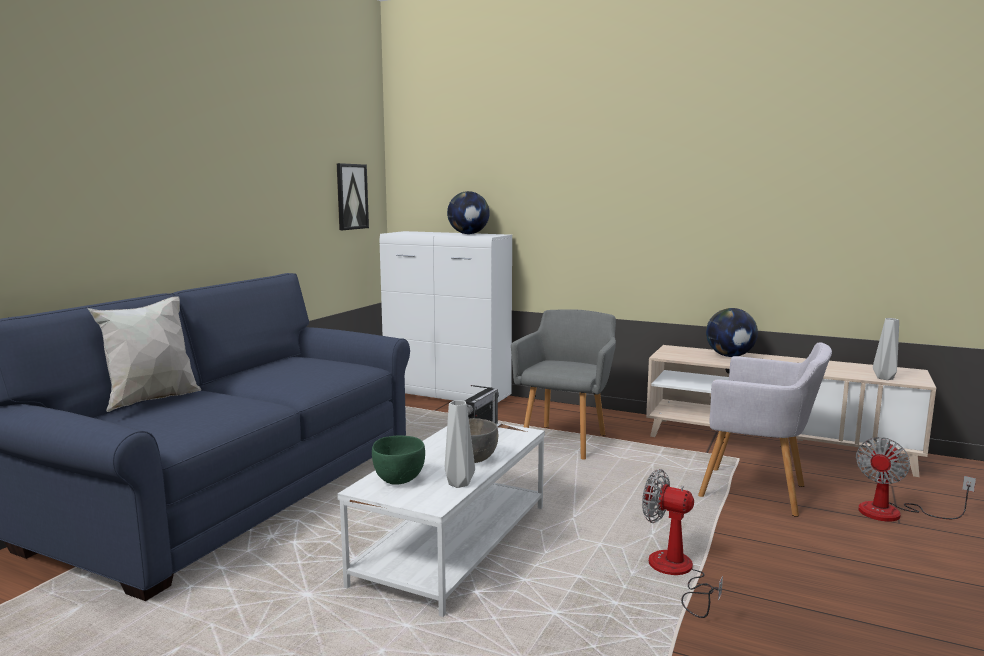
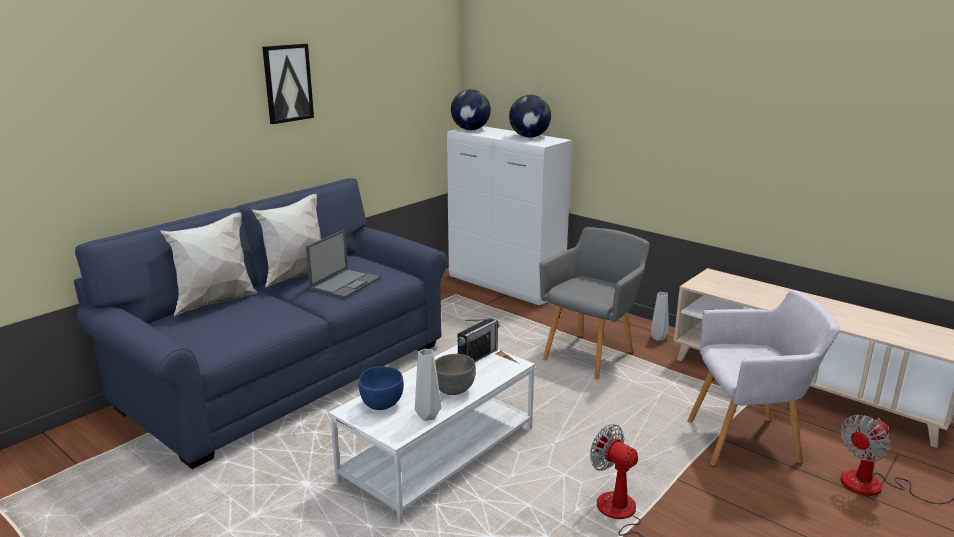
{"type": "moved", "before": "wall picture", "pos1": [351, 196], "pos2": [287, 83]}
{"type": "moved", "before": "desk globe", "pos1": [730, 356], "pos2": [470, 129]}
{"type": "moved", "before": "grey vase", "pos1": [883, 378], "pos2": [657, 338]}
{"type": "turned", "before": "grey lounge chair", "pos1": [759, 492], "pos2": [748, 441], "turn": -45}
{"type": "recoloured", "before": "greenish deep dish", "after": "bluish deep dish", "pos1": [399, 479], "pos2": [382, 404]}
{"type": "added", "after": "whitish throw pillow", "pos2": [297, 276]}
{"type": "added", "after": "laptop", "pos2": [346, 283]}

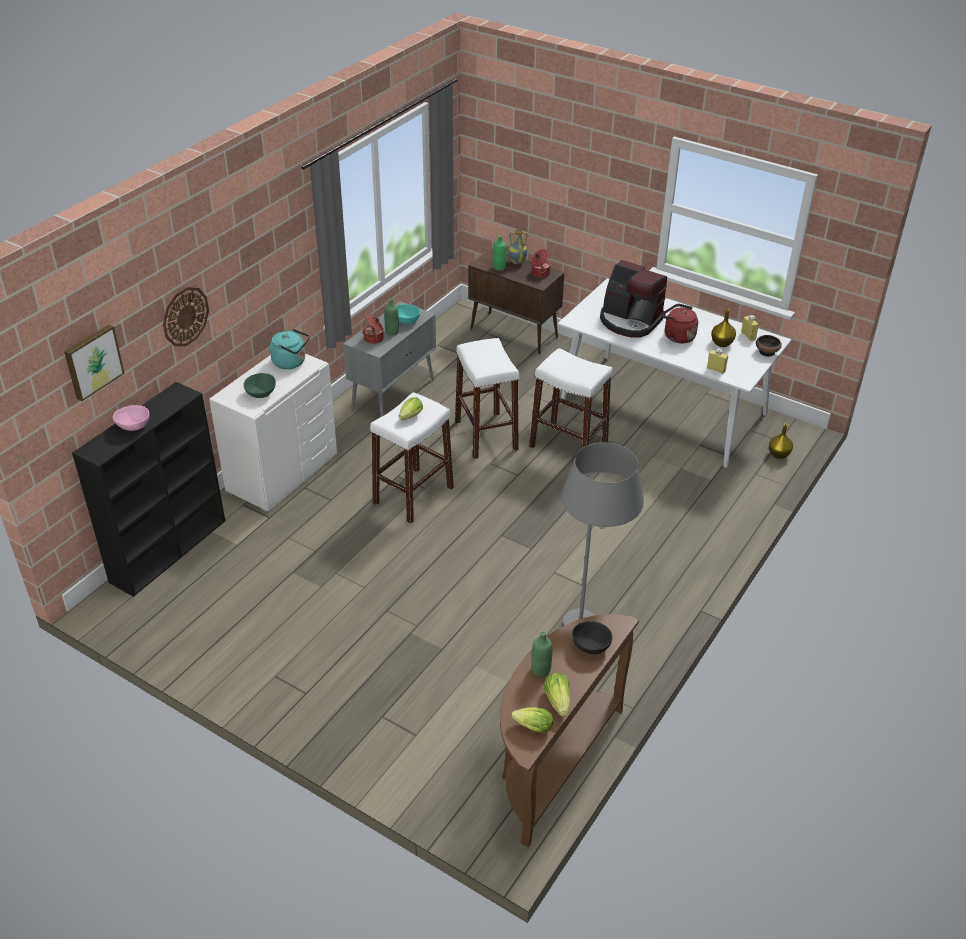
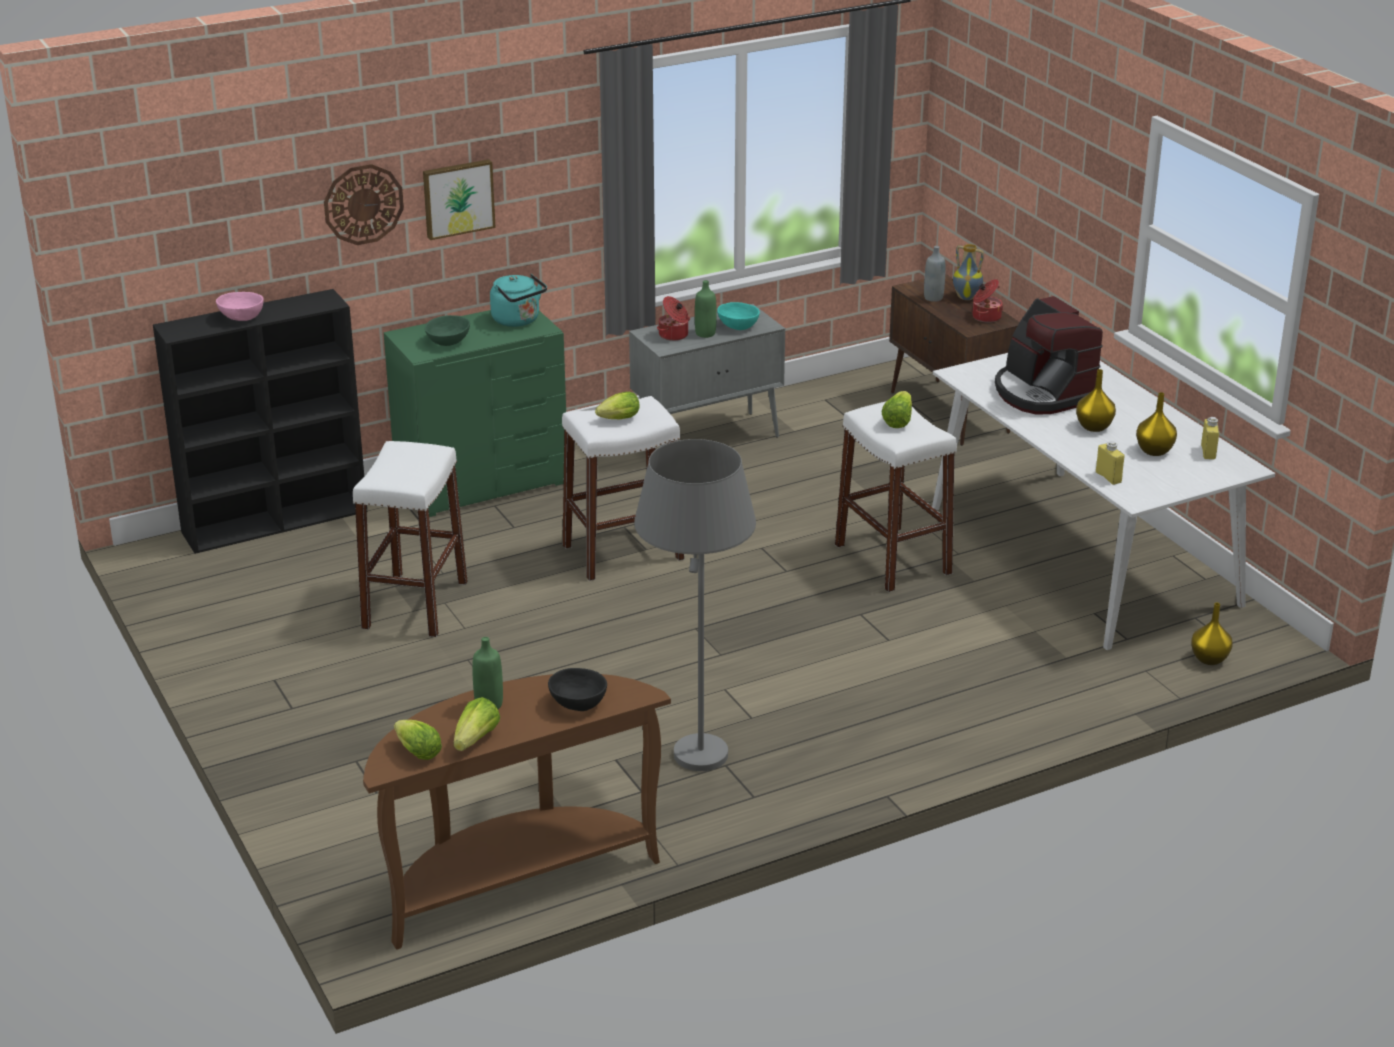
{"type": "recoloured", "before": "greenish bottle", "after": "grey bottle", "pos1": [499, 267], "pos2": [933, 298]}
{"type": "replaced", "before": "red-coloured tea kettle", "after": "yellowish vase", "pos1": [677, 336], "pos2": [1094, 426]}
{"type": "moved", "before": "wall picture", "pos1": [92, 361], "pos2": [458, 198]}
{"type": "removed", "before": "deep dish", "pos1": [767, 352]}
{"type": "moved", "before": "whitish stool", "pos1": [486, 435], "pos2": [415, 604]}
{"type": "recoloured", "before": "whitish drawer chest", "after": "greenish drawer chest", "pos1": [281, 473], "pos2": [481, 483]}
{"type": "added", "after": "lettuce head", "pos2": [898, 420]}

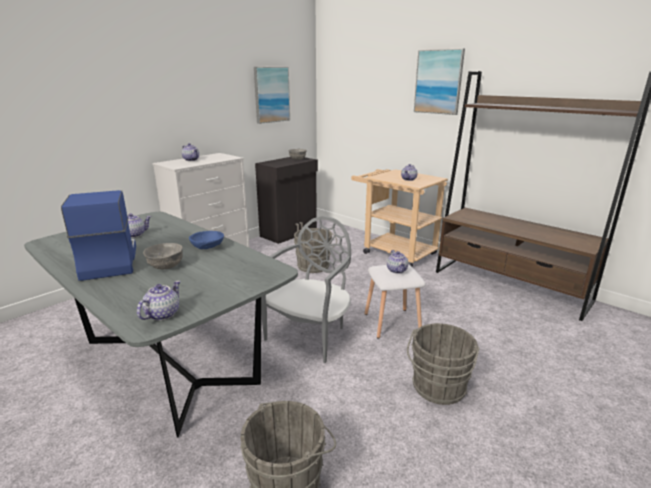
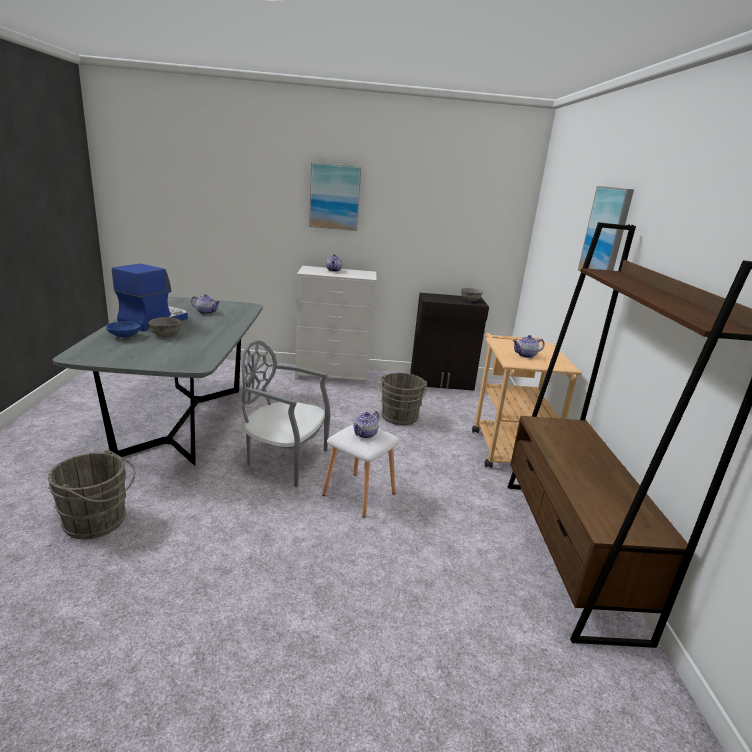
{"type": "moved", "before": "wall picture", "pos1": [271, 94], "pos2": [334, 197]}
{"type": "turned", "before": "grey upright chair", "pos1": [310, 335], "pos2": [284, 460], "turn": -150}
{"type": "moved", "before": "bluish deep dish", "pos1": [208, 247], "pos2": [124, 336]}
{"type": "removed", "before": "pot for tea", "pos1": [162, 314]}
{"type": "removed", "before": "grey water bucket", "pos1": [438, 389]}

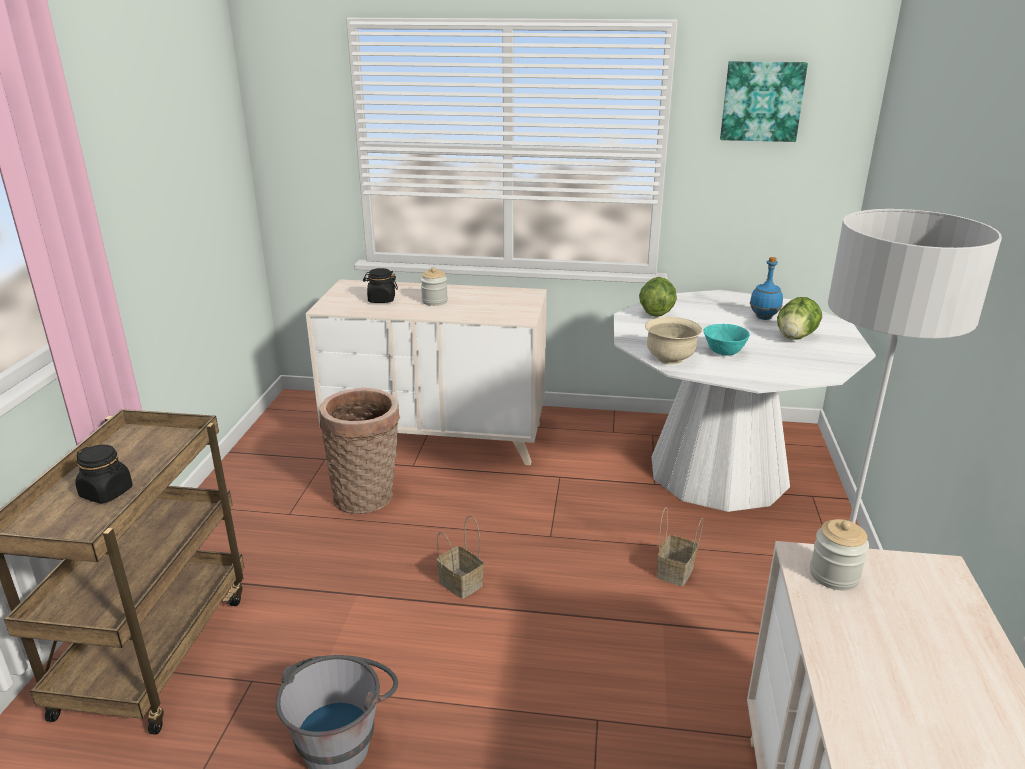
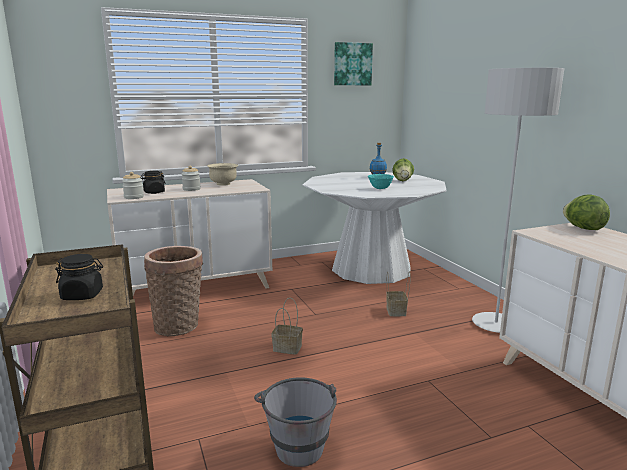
{"type": "moved", "before": "lettuce head", "pos1": [656, 313], "pos2": [583, 228]}
{"type": "moved", "before": "beige deep dish", "pos1": [670, 359], "pos2": [223, 184]}
{"type": "moved", "before": "preserve jar", "pos1": [834, 575], "pos2": [134, 197]}

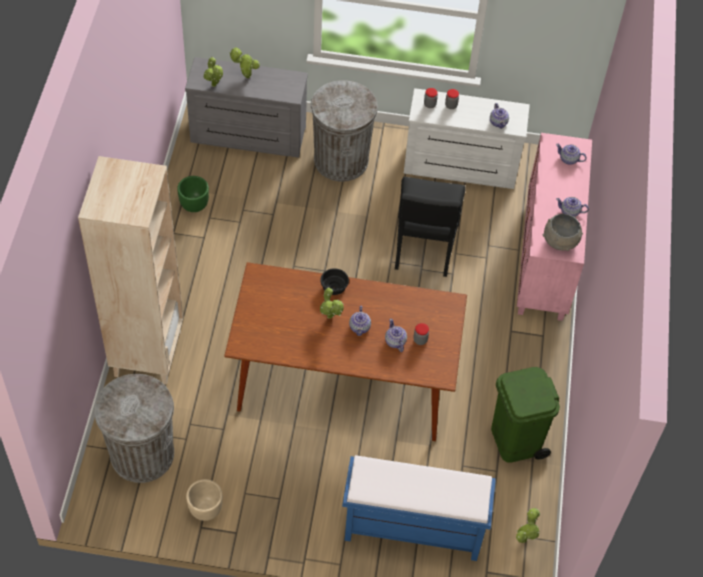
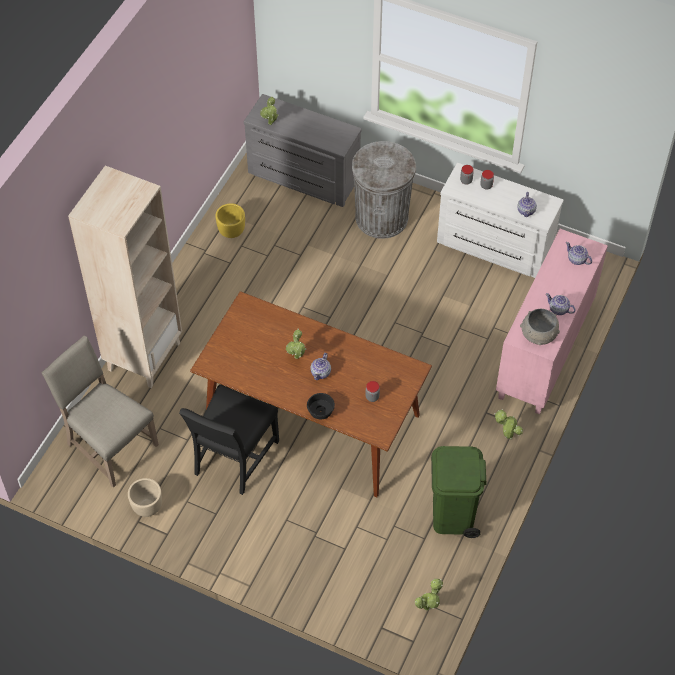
{"type": "moved", "before": "plant in a pot", "pos1": [245, 76], "pos2": [507, 436]}
{"type": "recoloured", "before": "greenish plant pot", "after": "yellowish plant pot", "pos1": [194, 205], "pos2": [231, 231]}
{"type": "moved", "before": "black upright chair", "pos1": [424, 248], "pos2": [233, 458]}
{"type": "moved", "before": "black deep dish", "pos1": [334, 286], "pos2": [321, 410]}
{"type": "removed", "before": "pot for tea", "pos1": [395, 341]}
{"type": "replaced", "before": "grey waste bin", "after": "beige upright chair", "pos1": [142, 454], "pos2": [109, 444]}
{"type": "removed", "before": "bluish bench", "pos1": [411, 529]}

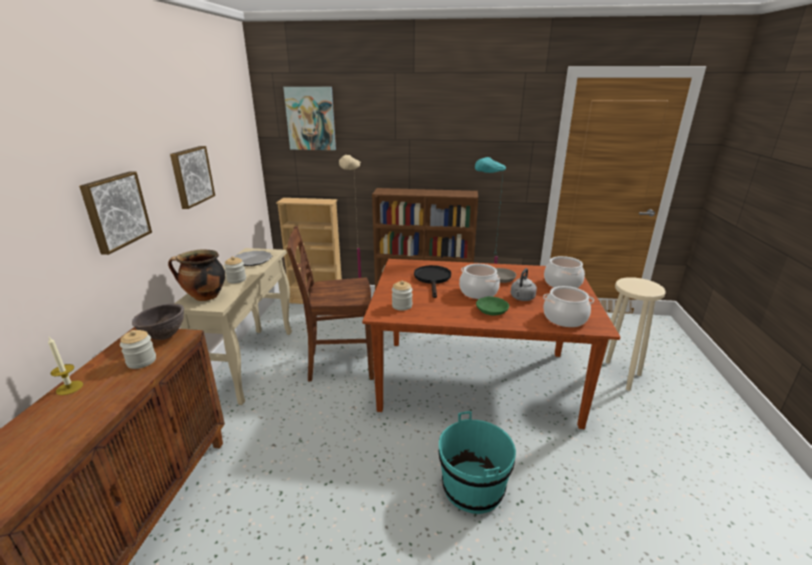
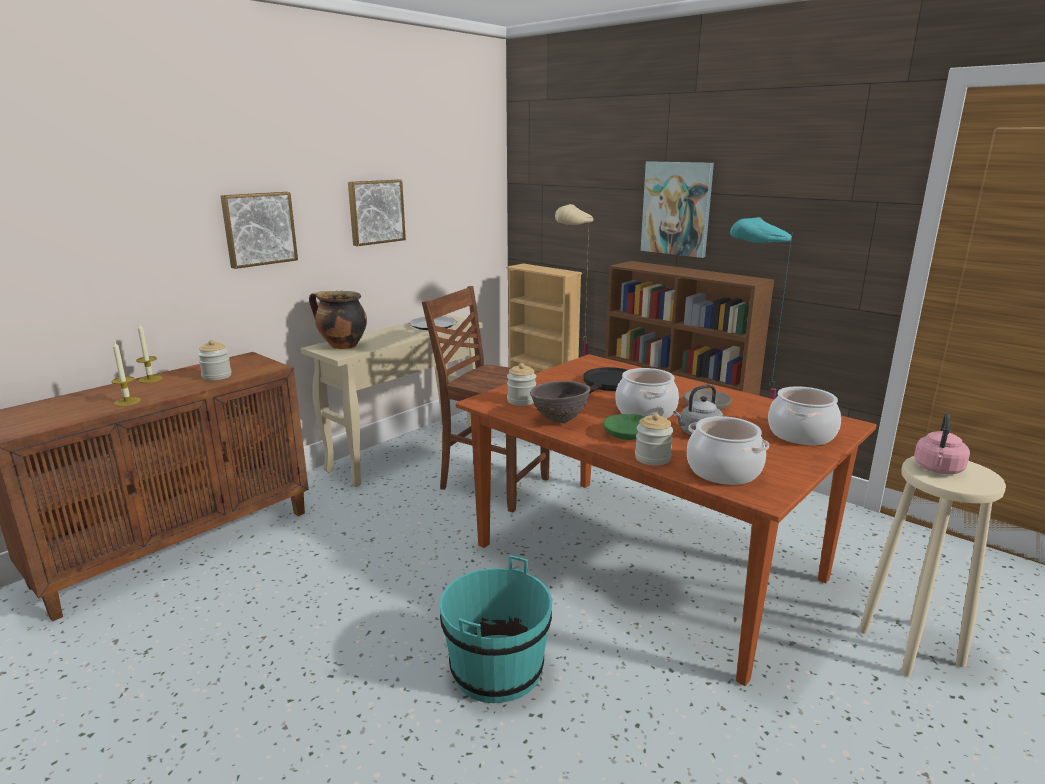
{"type": "moved", "before": "wall picture", "pos1": [311, 118], "pos2": [676, 208]}
{"type": "moved", "before": "preserve jar", "pos1": [236, 280], "pos2": [652, 458]}
{"type": "moved", "before": "brown-coloured deep dish", "pos1": [164, 336], "pos2": [559, 420]}
{"type": "added", "after": "wax candle", "pos2": [127, 402]}
{"type": "added", "after": "pink tea kettle", "pos2": [938, 469]}

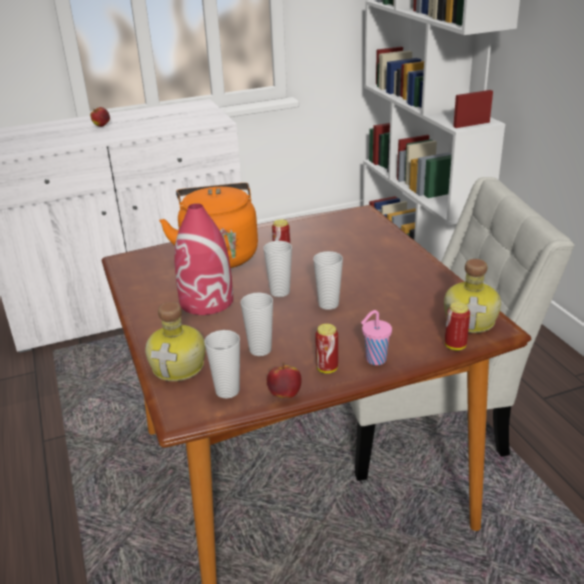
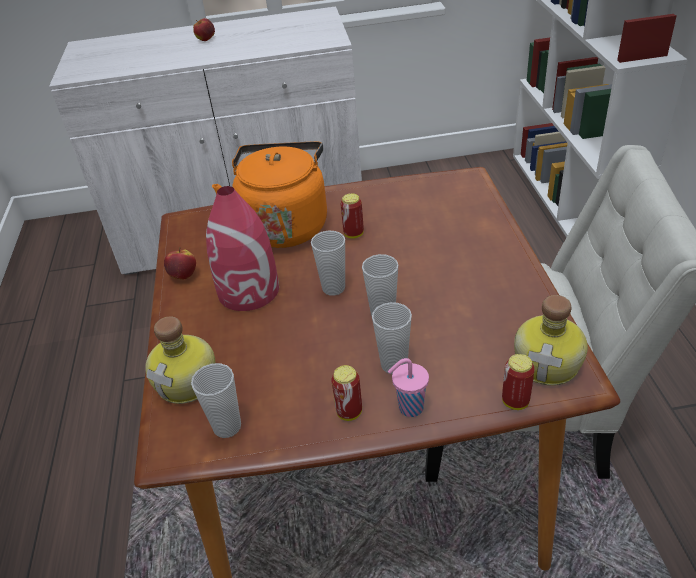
{"type": "moved", "before": "drinking cup", "pos1": [260, 350], "pos2": [394, 365]}
{"type": "moved", "before": "apple", "pos1": [284, 394], "pos2": [183, 275]}

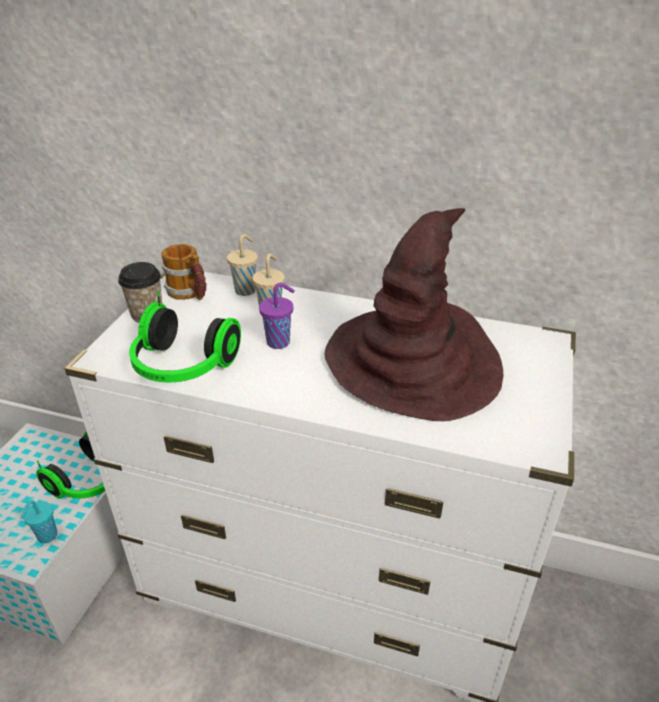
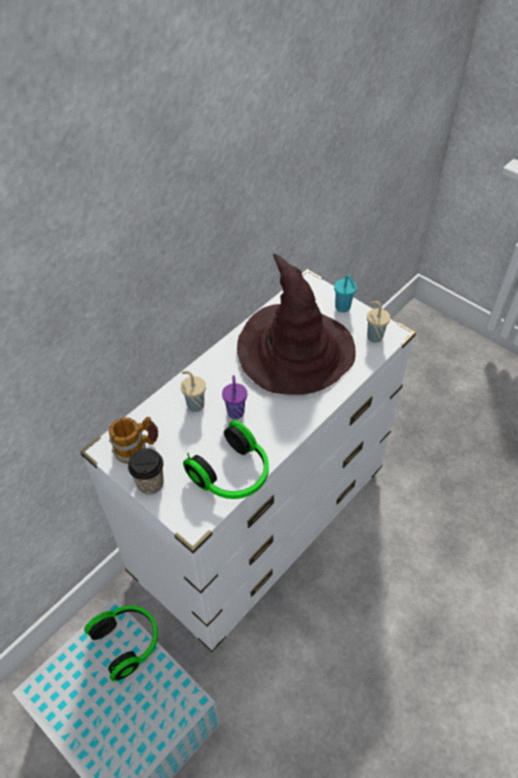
{"type": "moved", "before": "beige drinking cup", "pos1": [246, 290], "pos2": [374, 336]}
{"type": "moved", "before": "turquoise drinking cup", "pos1": [46, 537], "pos2": [343, 308]}

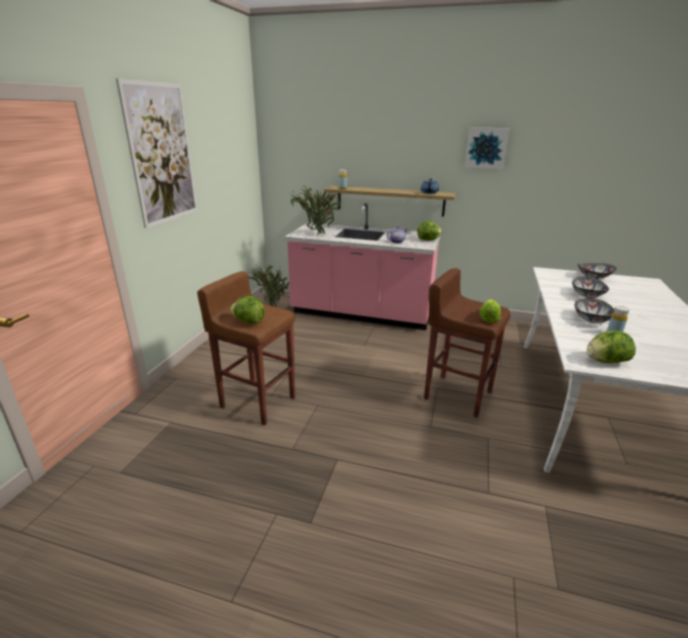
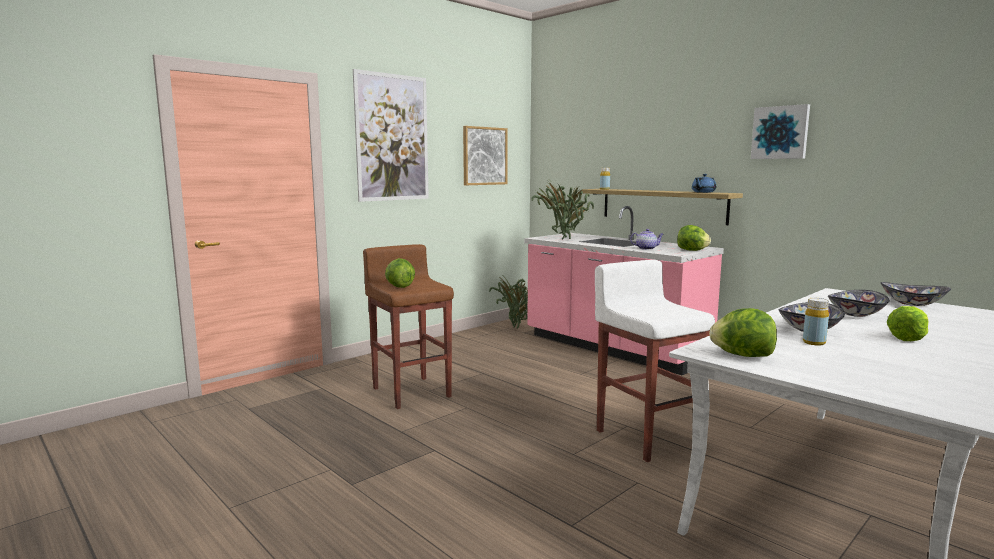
{"type": "recoloured", "before": "brown-coloured stool", "after": "whitish stool", "pos1": [457, 394], "pos2": [647, 437]}
{"type": "moved", "before": "lettuce head", "pos1": [489, 317], "pos2": [911, 337]}
{"type": "added", "after": "wall picture", "pos2": [484, 156]}

